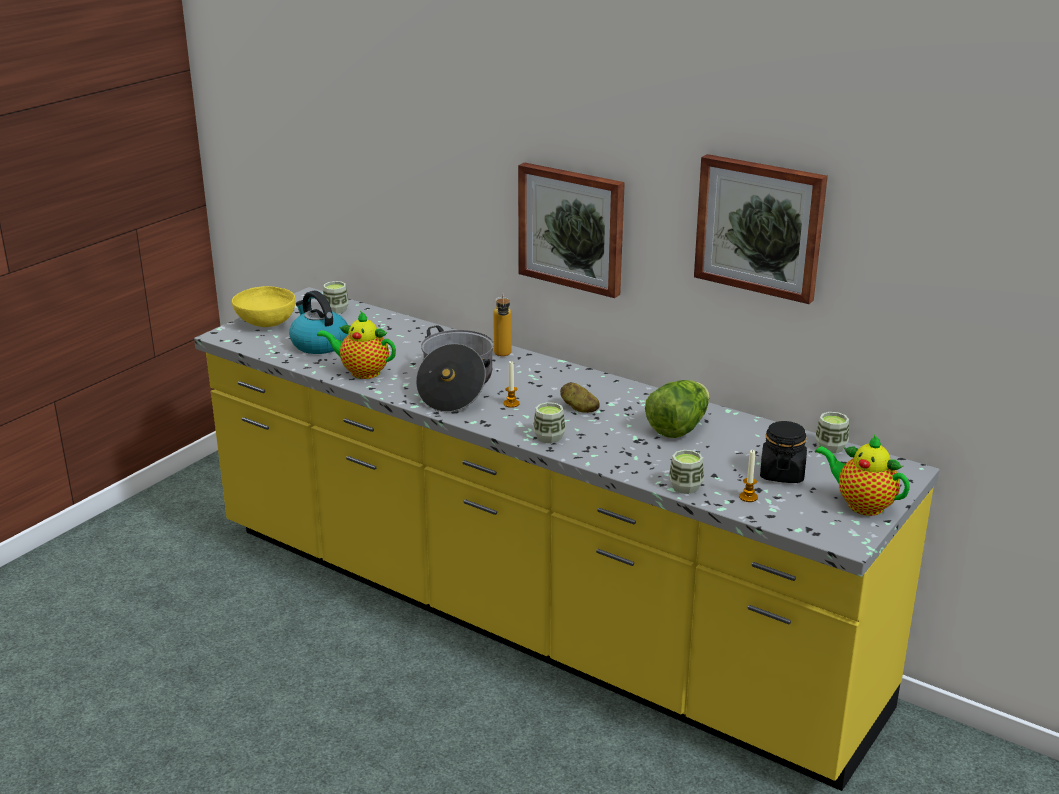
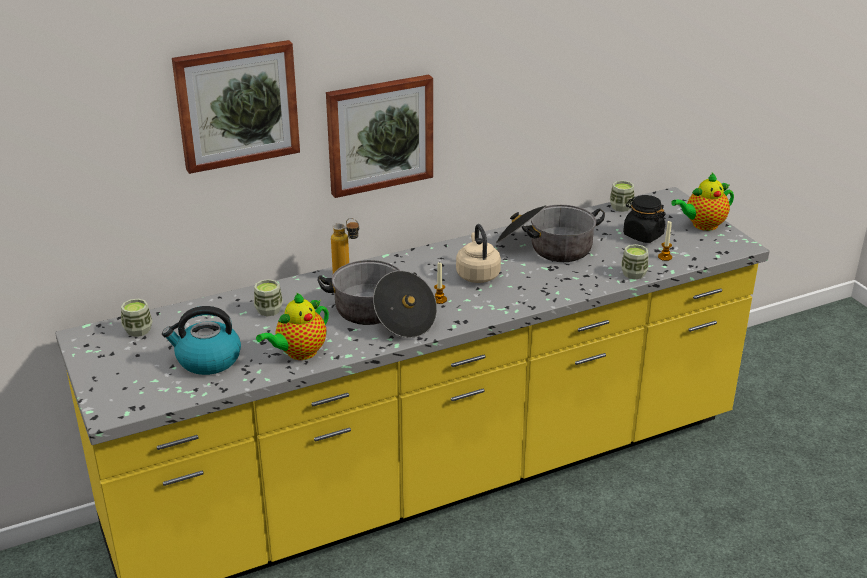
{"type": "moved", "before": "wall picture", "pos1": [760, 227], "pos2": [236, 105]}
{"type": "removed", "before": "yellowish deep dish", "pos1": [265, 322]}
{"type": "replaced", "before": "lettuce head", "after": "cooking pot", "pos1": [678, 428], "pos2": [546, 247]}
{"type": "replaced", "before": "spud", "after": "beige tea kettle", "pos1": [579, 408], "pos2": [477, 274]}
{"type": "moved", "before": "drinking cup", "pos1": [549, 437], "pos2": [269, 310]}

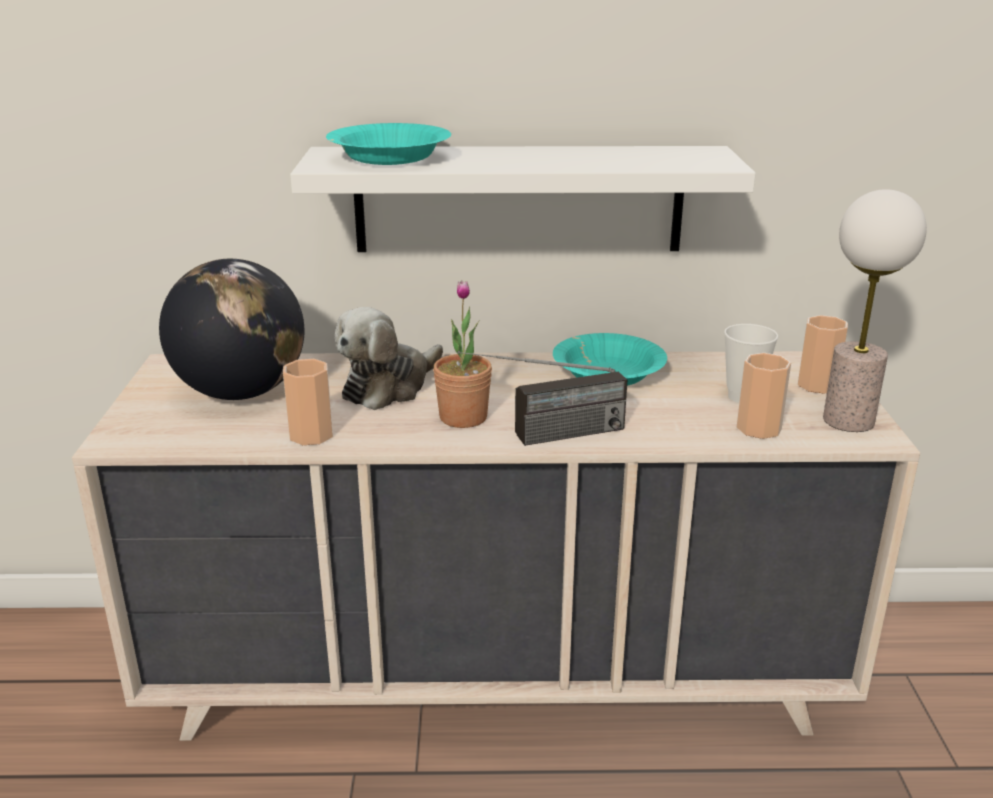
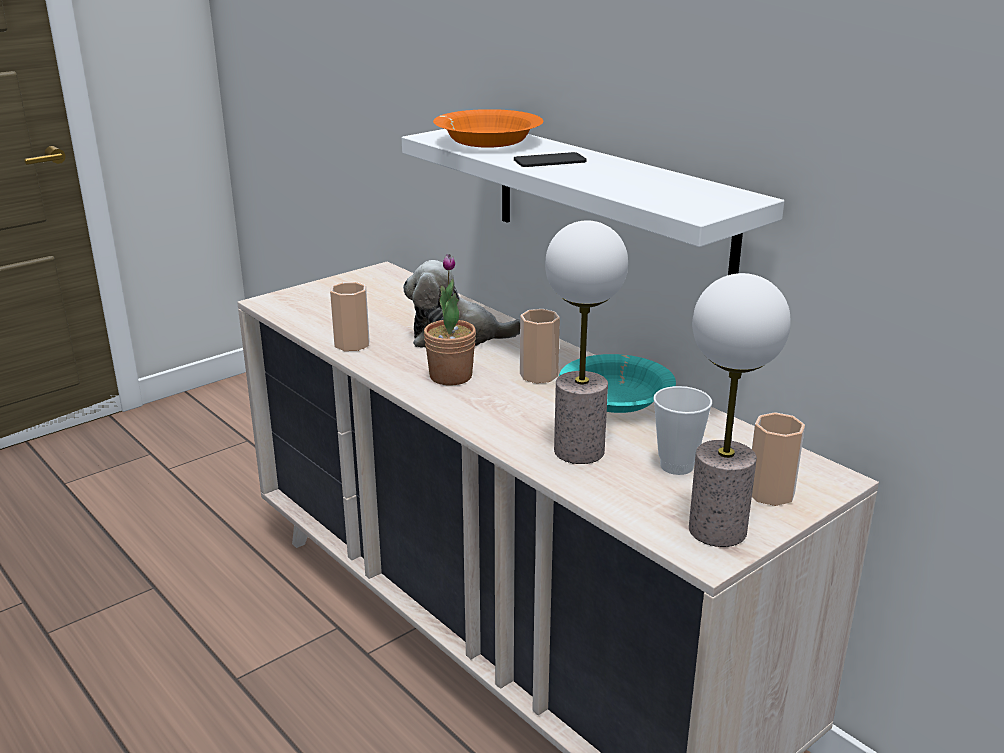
{"type": "recoloured", "before": "turquoise deep dish", "after": "orange-coloured deep dish", "pos1": [389, 158], "pos2": [488, 141]}
{"type": "removed", "before": "desk globe", "pos1": [241, 393]}
{"type": "removed", "before": "radio set", "pos1": [543, 437]}
{"type": "moved", "before": "drinking cup", "pos1": [758, 428], "pos2": [538, 375]}
{"type": "added", "after": "handset", "pos2": [549, 161]}
{"type": "added", "after": "table lamp", "pos2": [578, 451]}

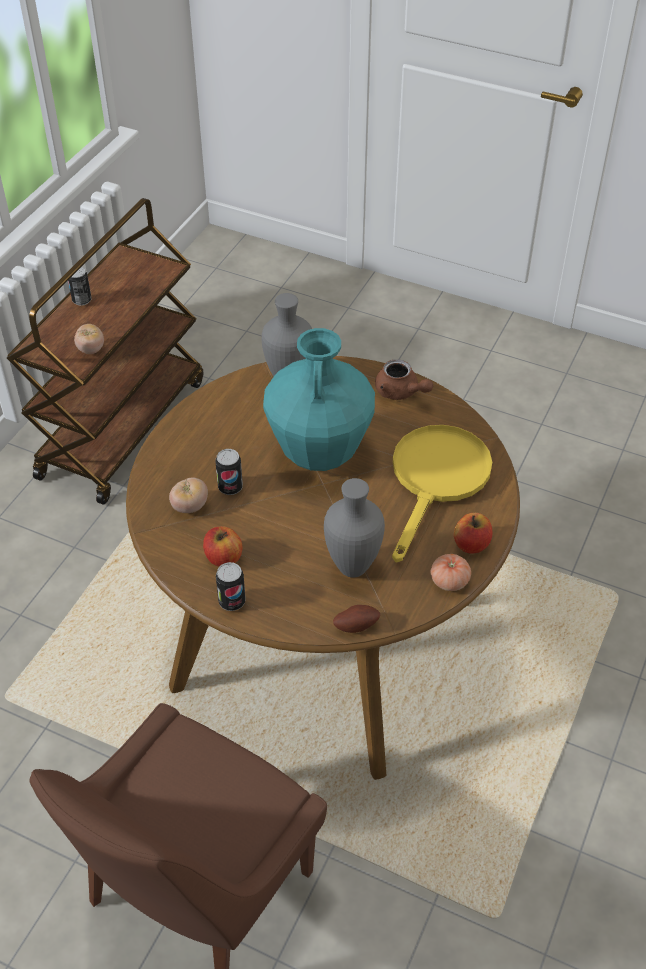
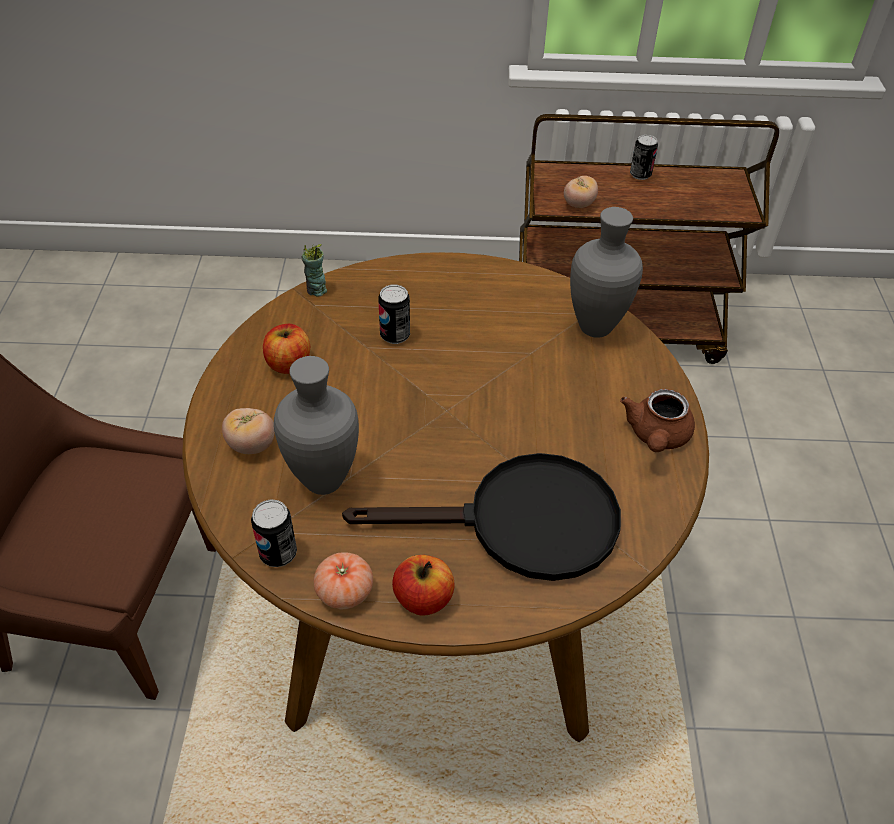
{"type": "removed", "before": "turquoise vase", "pos1": [319, 453]}
{"type": "recoloured", "before": "yellowish skillet", "after": "black skillet", "pos1": [437, 480], "pos2": [520, 523]}
{"type": "moved", "before": "tomato", "pos1": [190, 506], "pos2": [251, 445]}
{"type": "moved", "before": "can", "pos1": [232, 601], "pos2": [278, 553]}
{"type": "removed", "before": "spud", "pos1": [356, 625]}
{"type": "added", "after": "drinking cup", "pos2": [316, 290]}

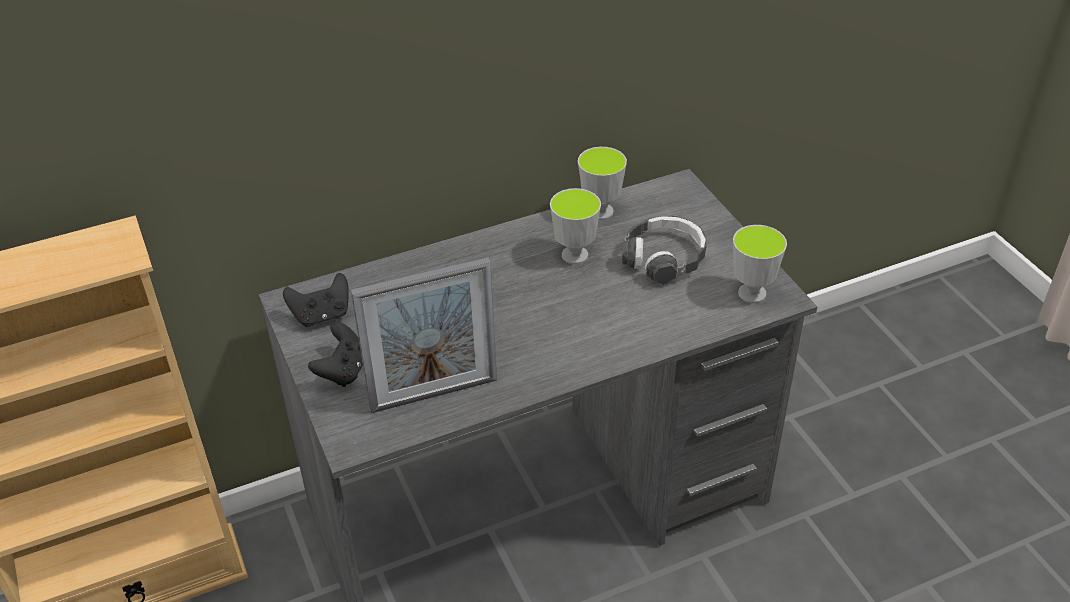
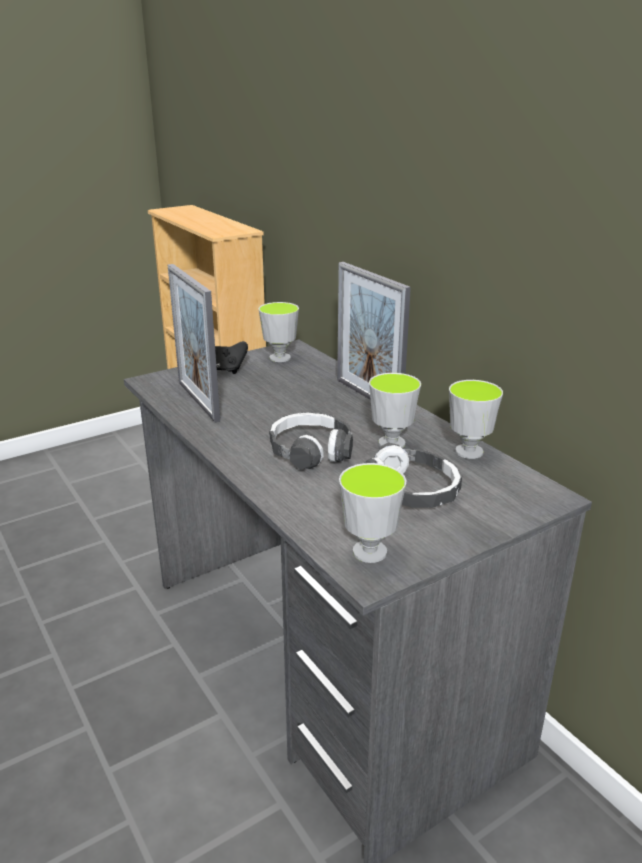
{"type": "replaced", "before": "black gamepad", "after": "drinking cup", "pos1": [322, 315], "pos2": [280, 358]}
{"type": "added", "after": "photo frame", "pos2": [368, 397]}
{"type": "added", "after": "pair of headphones", "pos2": [310, 450]}

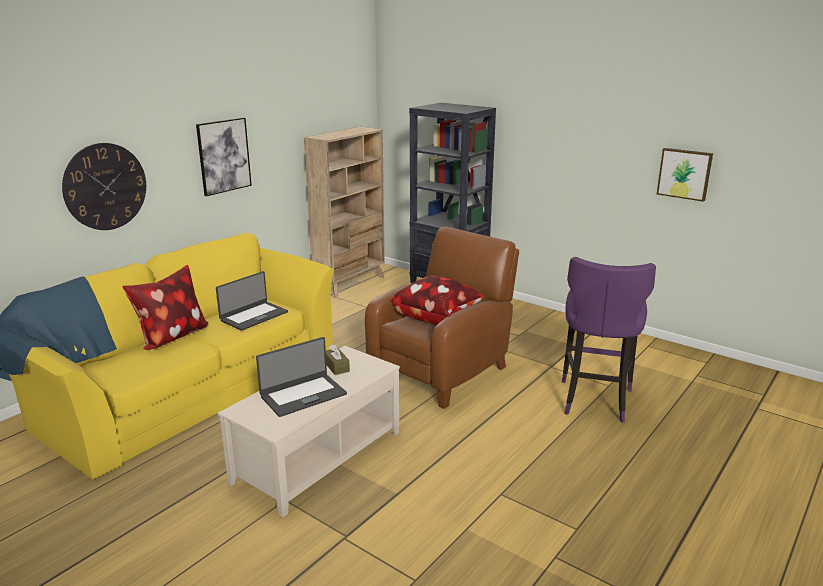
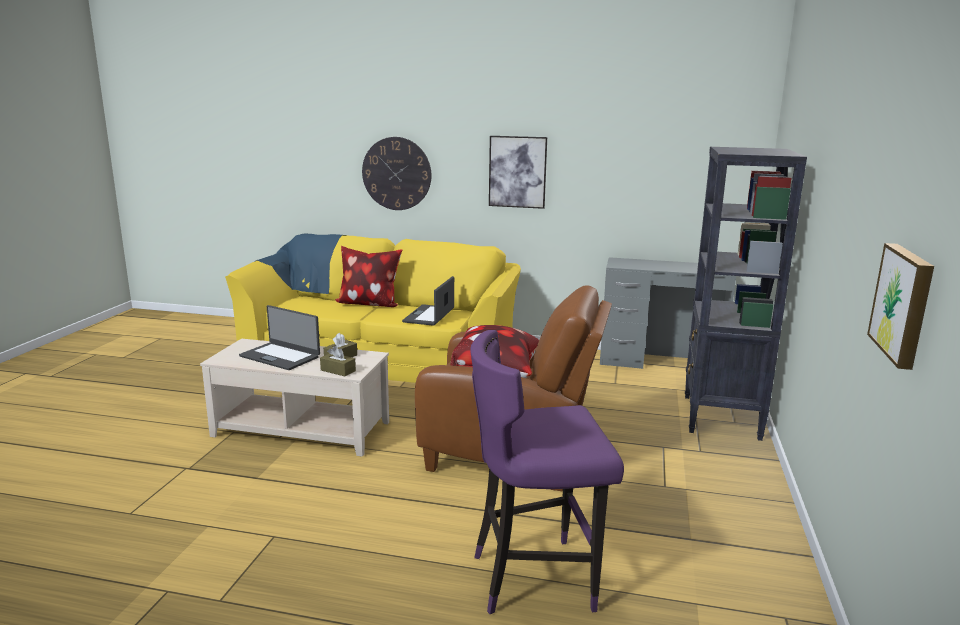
{"type": "replaced", "before": "beige bookcase", "after": "grey desk table", "pos1": [350, 283], "pos2": [660, 362]}
{"type": "turned", "before": "laptop", "pos1": [253, 316], "pos2": [429, 316], "turn": 90}
{"type": "added", "after": "brown-coloured tissue box", "pos2": [338, 370]}

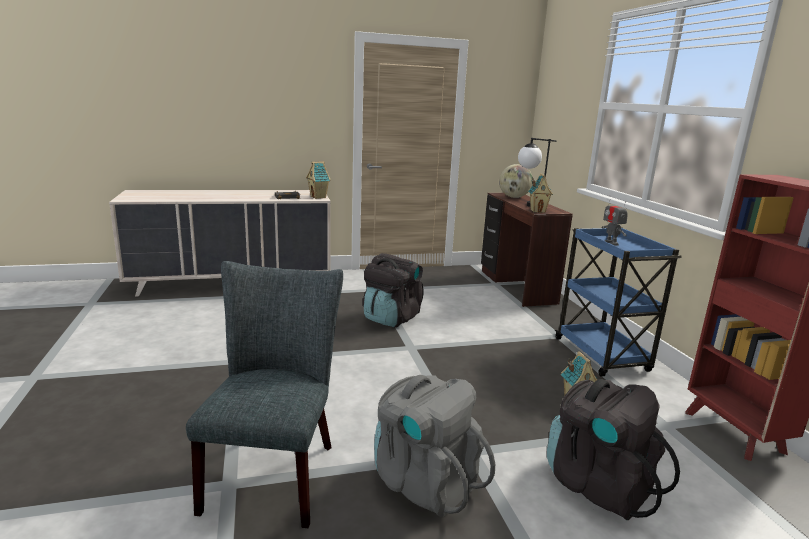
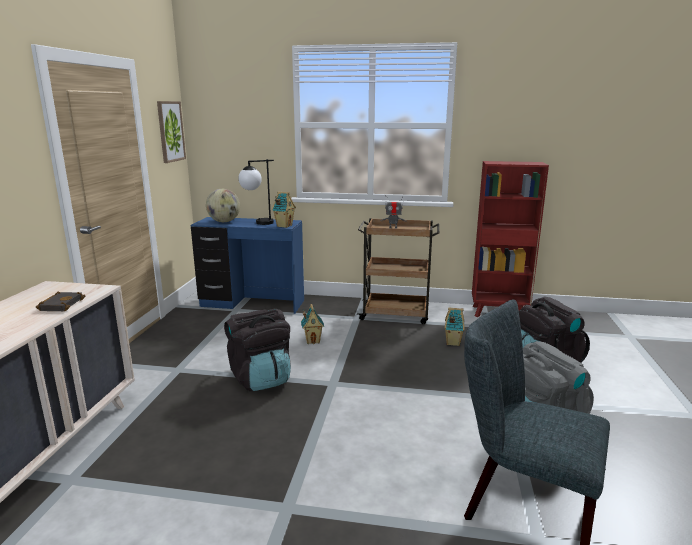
{"type": "moved", "before": "toy house", "pos1": [318, 197], "pos2": [313, 341]}
{"type": "recoloured", "before": "brown-coloured desk table", "after": "bluish desk table", "pos1": [515, 286], "pos2": [252, 304]}
{"type": "recoloured", "before": "bluish cart", "after": "brown-coloured cart", "pos1": [602, 356], "pos2": [396, 314]}
{"type": "added", "after": "wall picture", "pos2": [170, 131]}

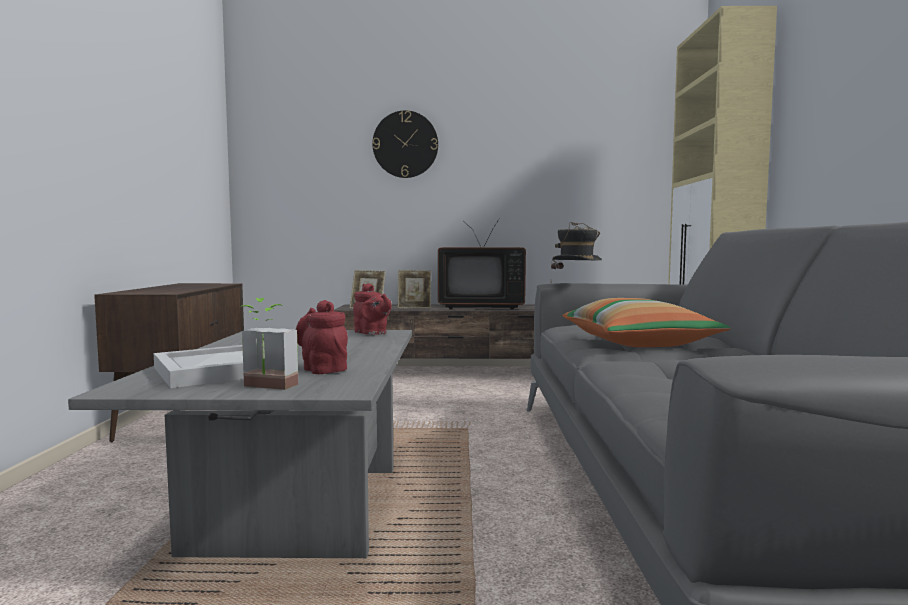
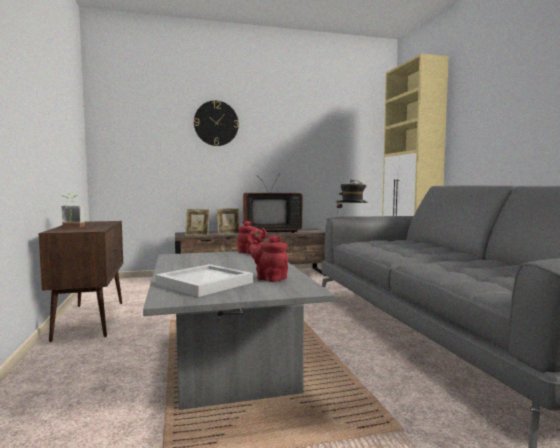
{"type": "moved", "before": "plant in a pot", "pos1": [265, 387], "pos2": [71, 227]}
{"type": "removed", "before": "throw pillow", "pos1": [638, 343]}

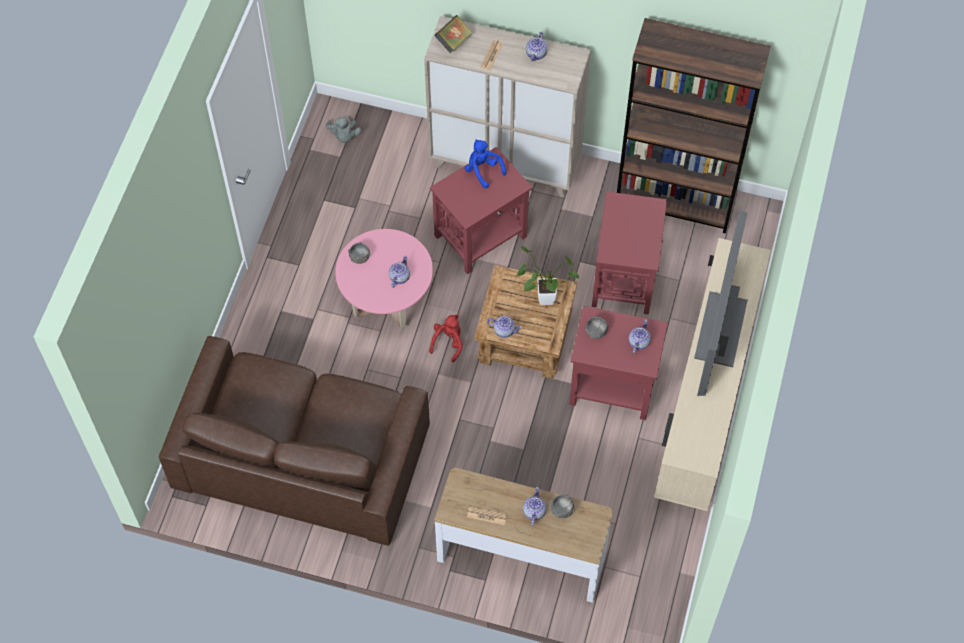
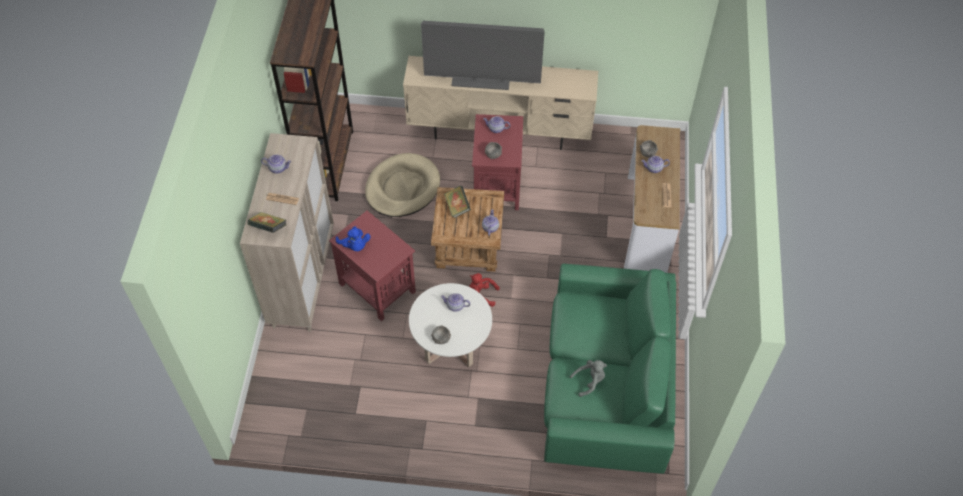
{"type": "moved", "before": "grey soft toy", "pos1": [344, 135], "pos2": [589, 381]}
{"type": "turned", "before": "bluish soft toy", "pos1": [483, 170], "pos2": [355, 245], "turn": -75}
{"type": "replaced", "before": "red-coloured accent table", "after": "beige pet bed", "pos1": [625, 278], "pos2": [402, 188]}
{"type": "recoloured", "before": "pink low table", "after": "whitish low table", "pos1": [387, 302], "pos2": [451, 345]}
{"type": "replaced", "before": "plant in a pot", "after": "book", "pos1": [541, 299], "pos2": [457, 207]}
{"type": "recoloured", "before": "brown-coloured couch", "after": "greenish couch", "pos1": [302, 455], "pos2": [605, 381]}

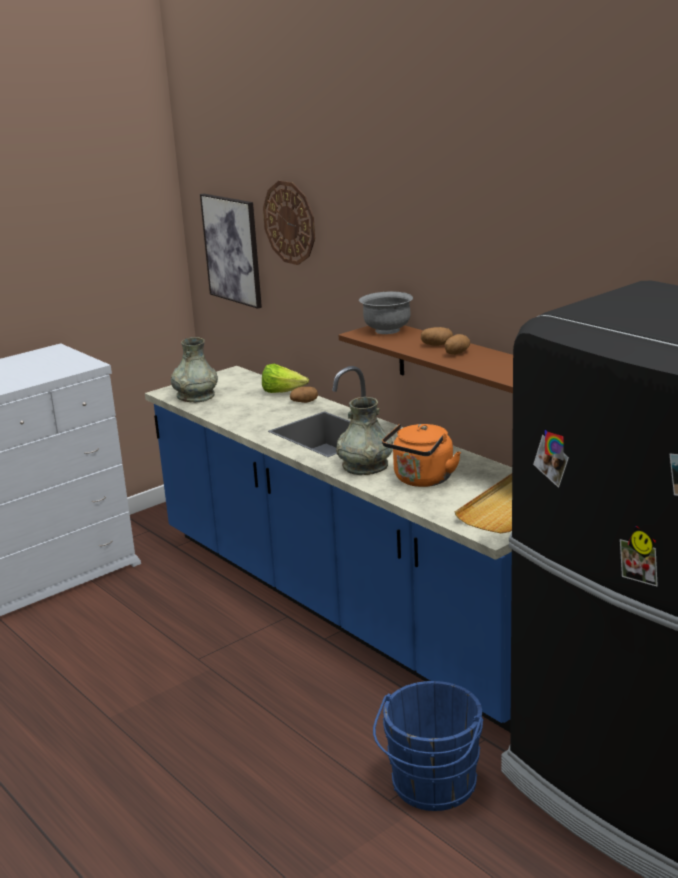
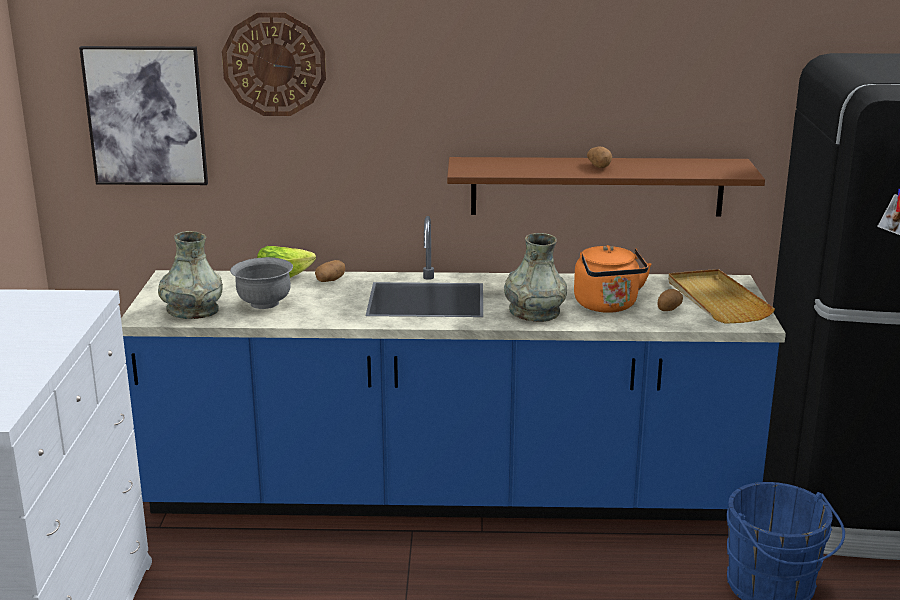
{"type": "moved", "before": "grey deep dish", "pos1": [387, 330], "pos2": [264, 303]}
{"type": "moved", "before": "spud", "pos1": [437, 345], "pos2": [668, 309]}

